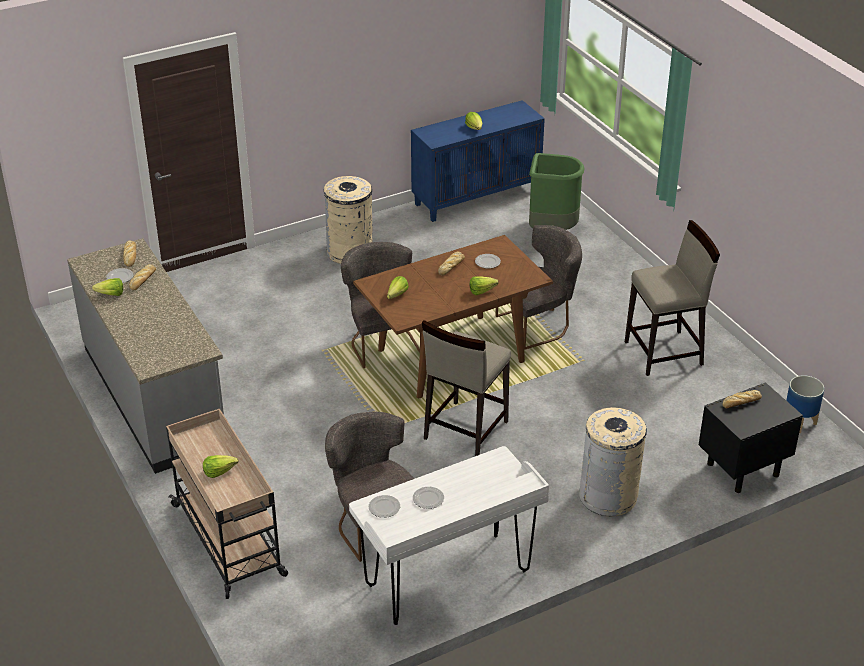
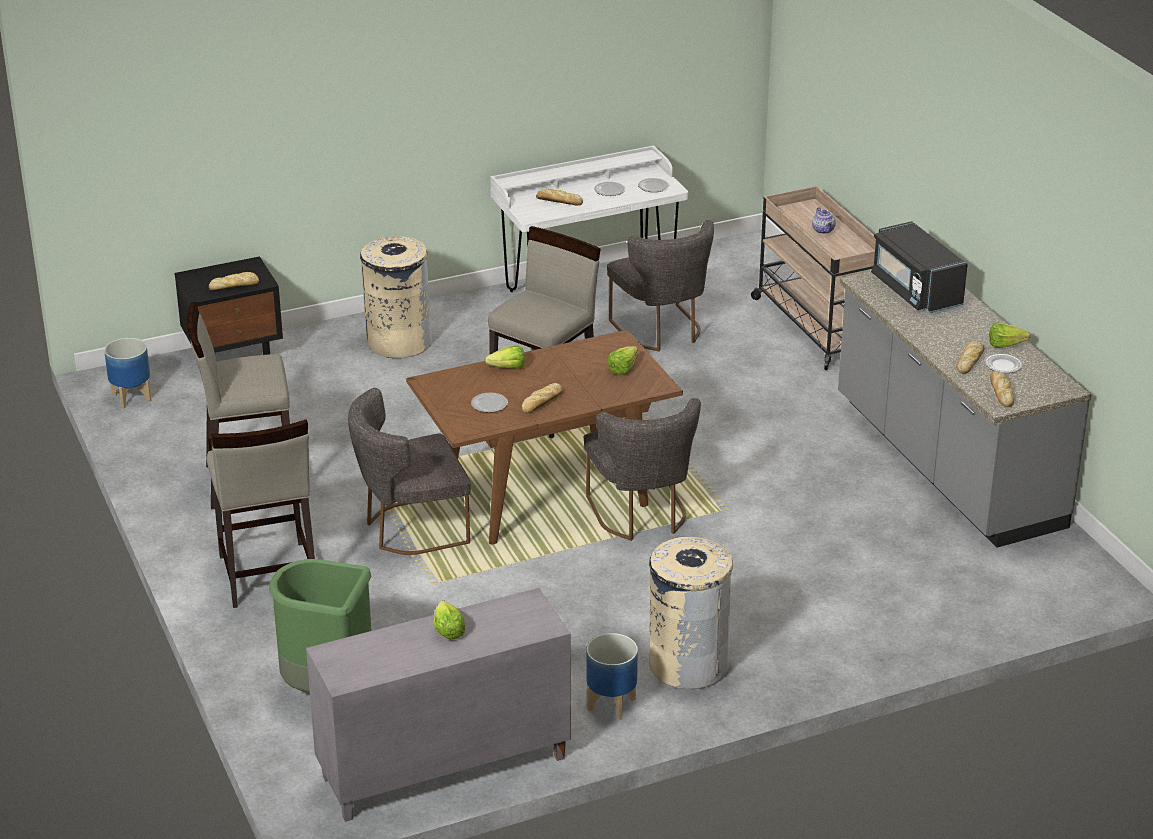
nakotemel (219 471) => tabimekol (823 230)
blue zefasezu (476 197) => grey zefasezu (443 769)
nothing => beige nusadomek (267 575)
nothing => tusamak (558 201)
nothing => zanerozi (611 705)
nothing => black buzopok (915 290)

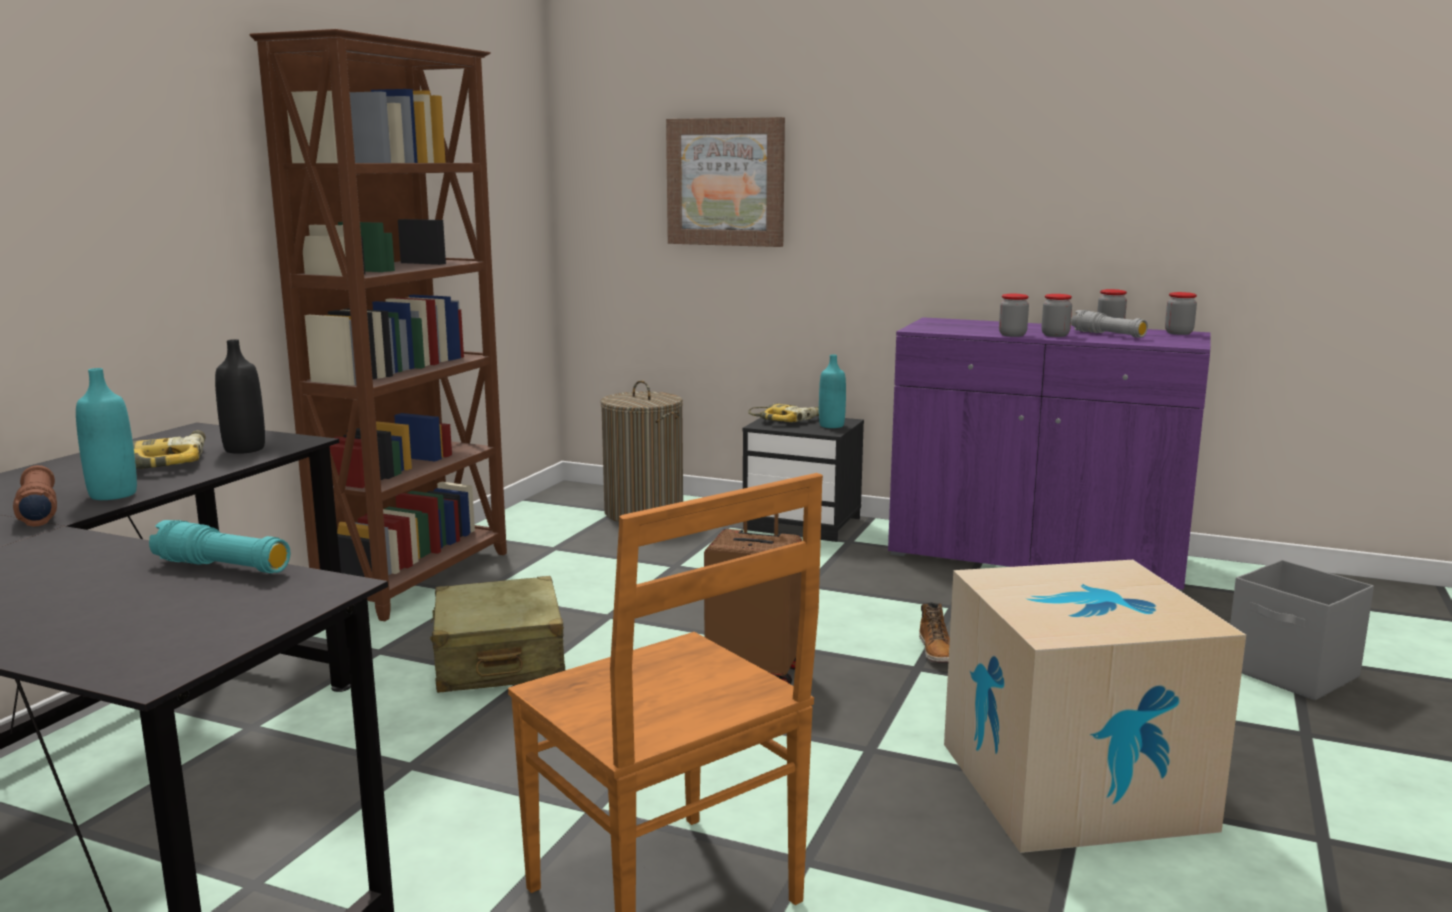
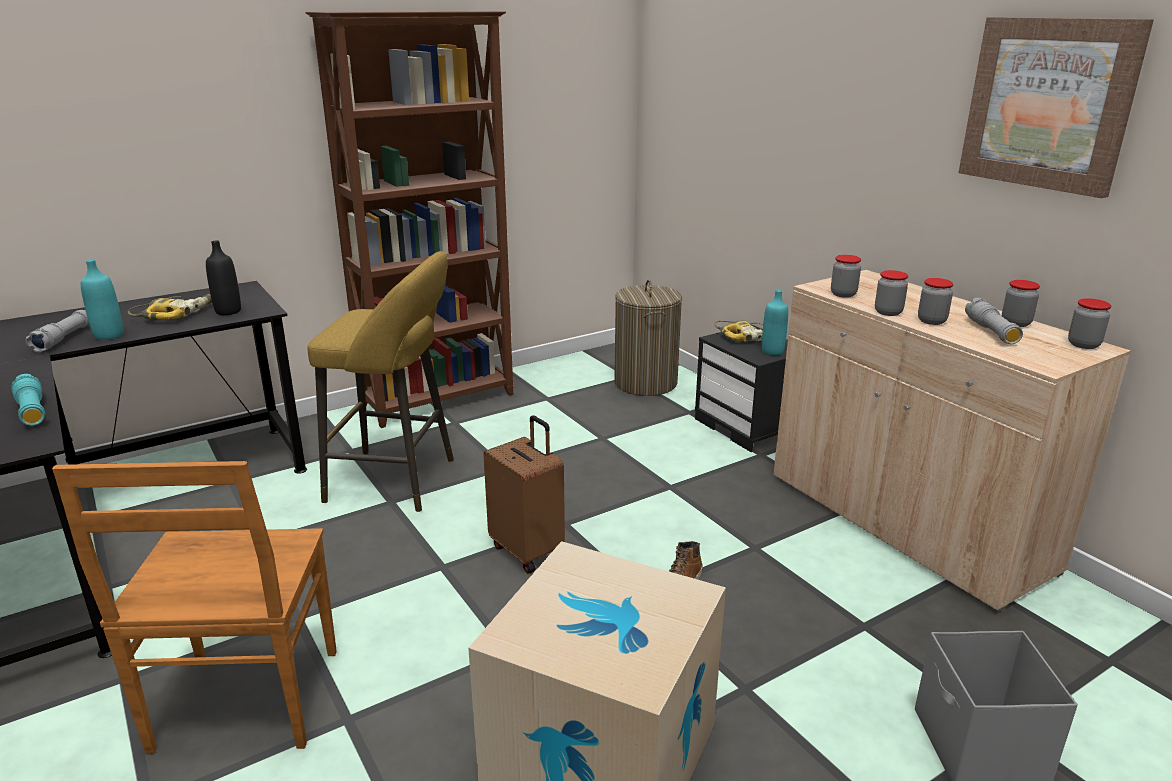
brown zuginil (39 510) => grey zuginil (63 339)
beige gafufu (499 660) => yellow nusadomek (398 481)
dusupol (726 182) => dusupol (1049 104), relocated
purple zefasezu (1036 557) => beige zefasezu (905 522)
nothing => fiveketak (843 294)

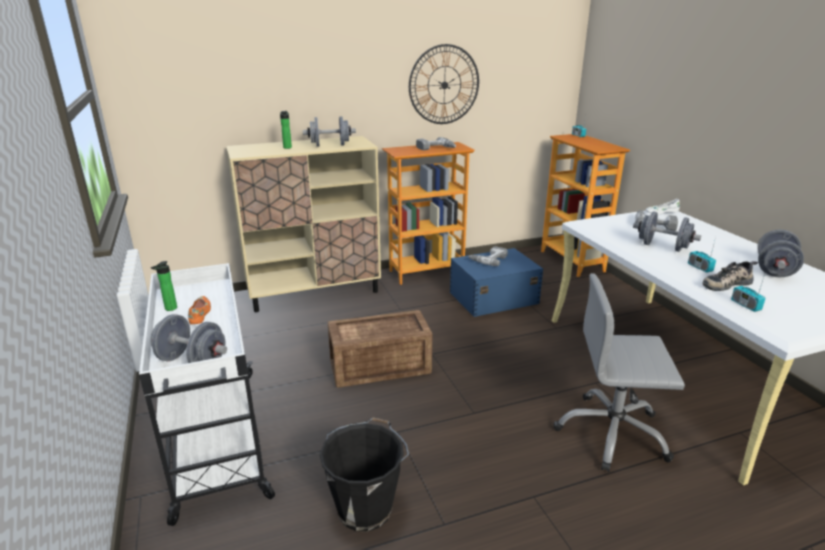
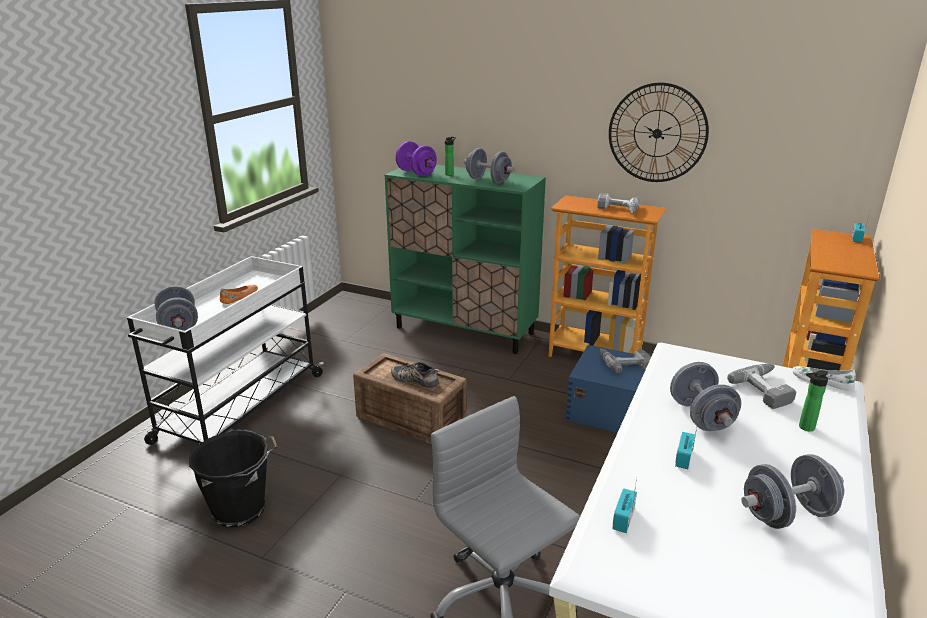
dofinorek (169 309) => dofinorek (804 427), relocated
beige zefasezu (314 292) => green zefasezu (465 330)
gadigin (726 283) => gadigin (416 379), relocated
nothing => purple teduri (416 173)

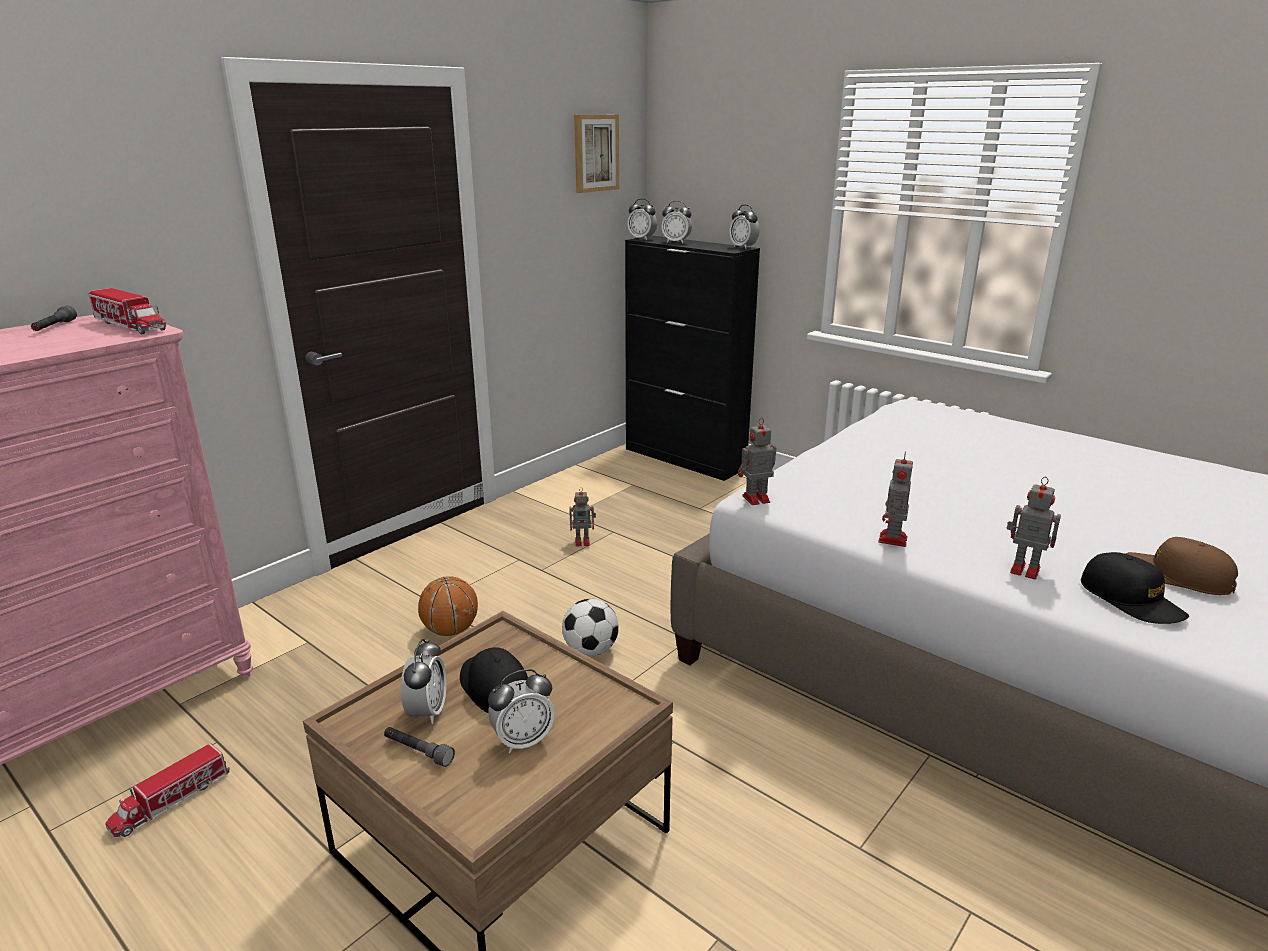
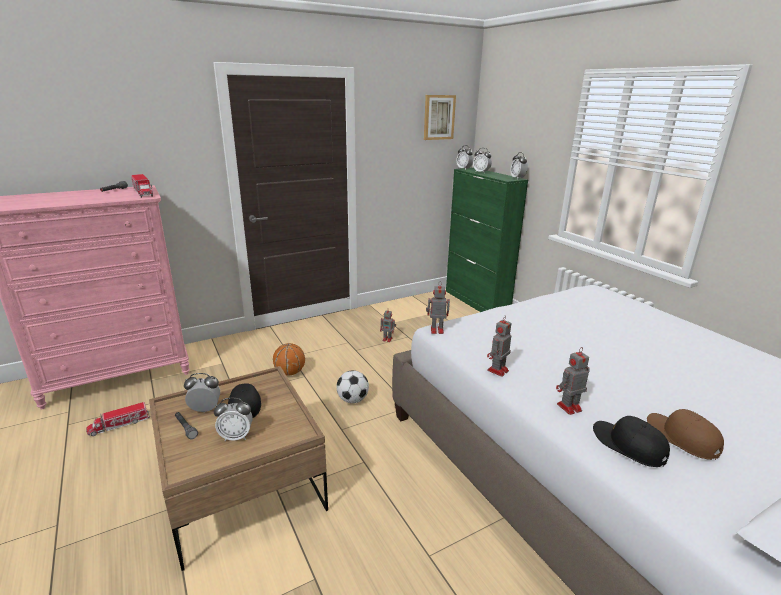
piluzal (427 712) => piluzal (205 409), 120 degrees counterclockwise
black zefasezu (685 459) => green zefasezu (476 302)
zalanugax (1023 569) => zalanugax (568 407), 75 degrees counterclockwise
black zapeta (1131 600) => black zapeta (628 445), 150 degrees clockwise

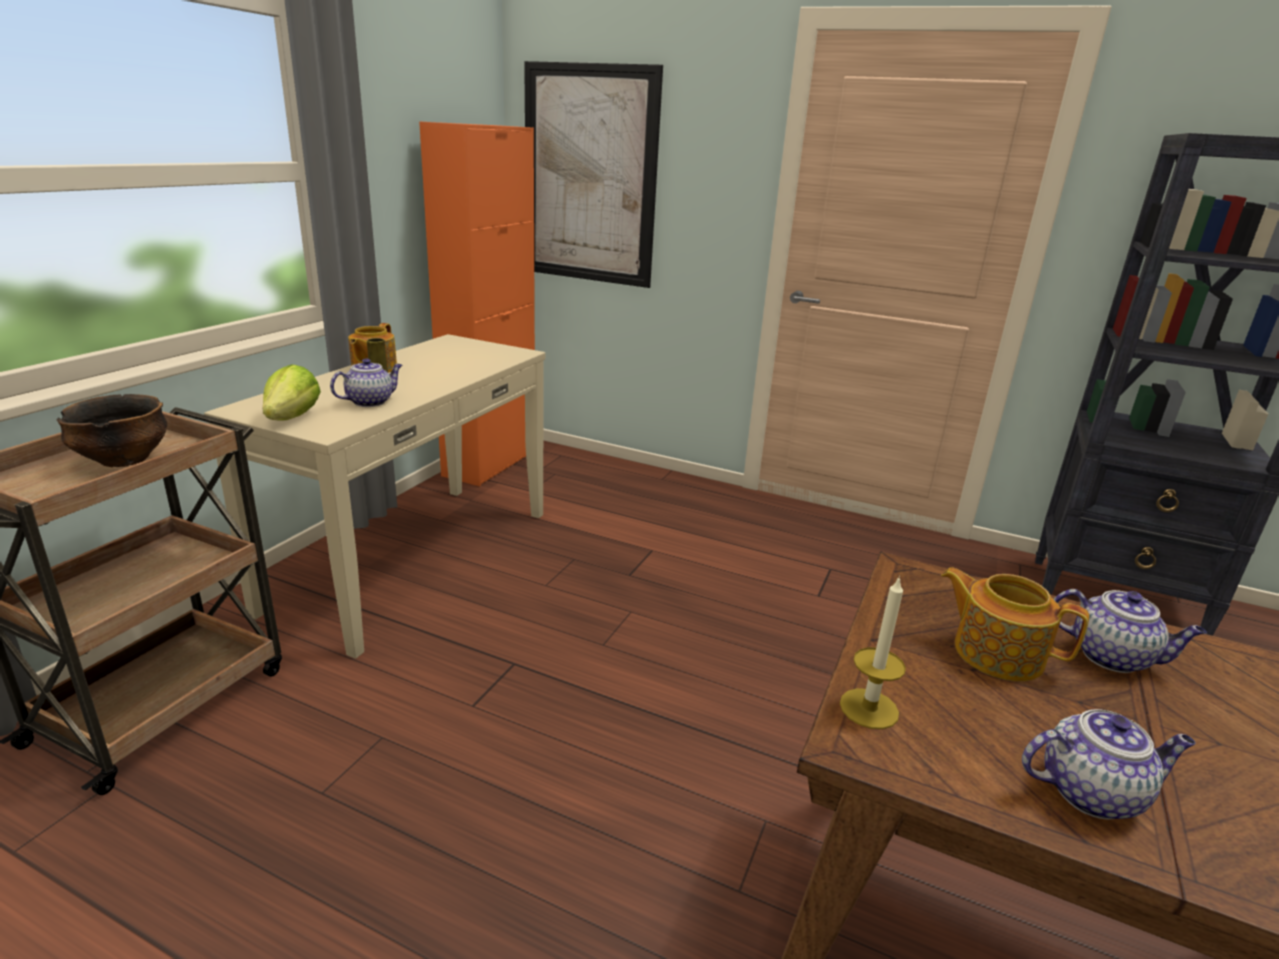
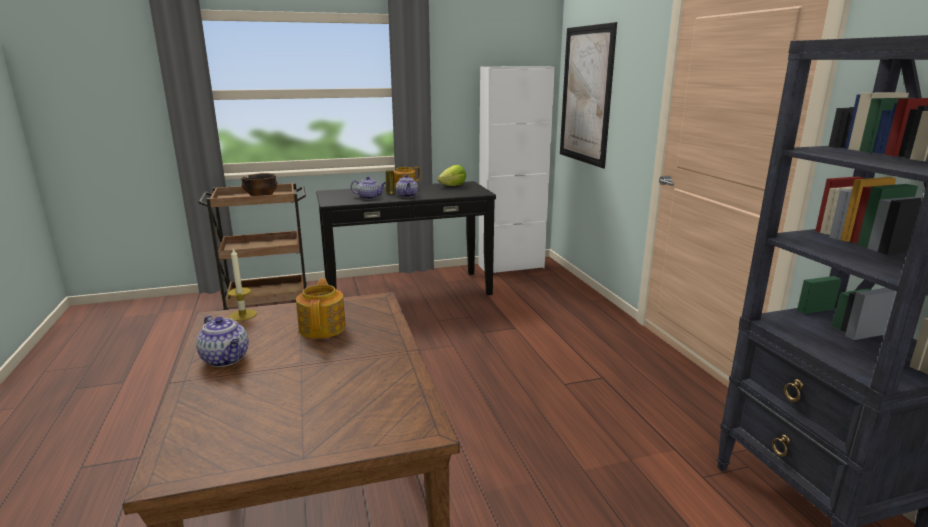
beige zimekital (413 558) => black zimekital (408 291)
nakotemel (292 418) => nakotemel (452 186), relocated
orange zefasezu (490 463) => white zefasezu (511 266)
tabimekol (1112 657) => tabimekol (407 196), relocated

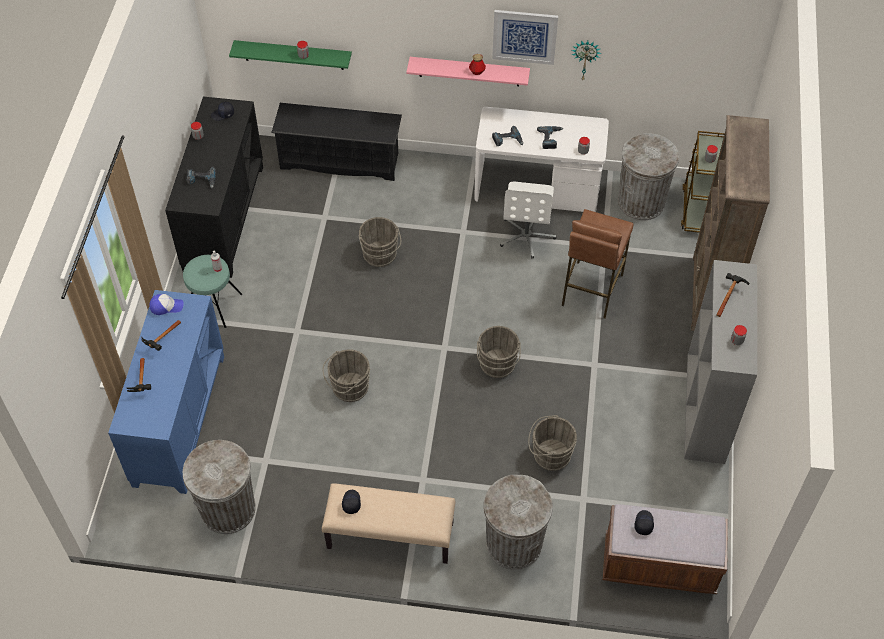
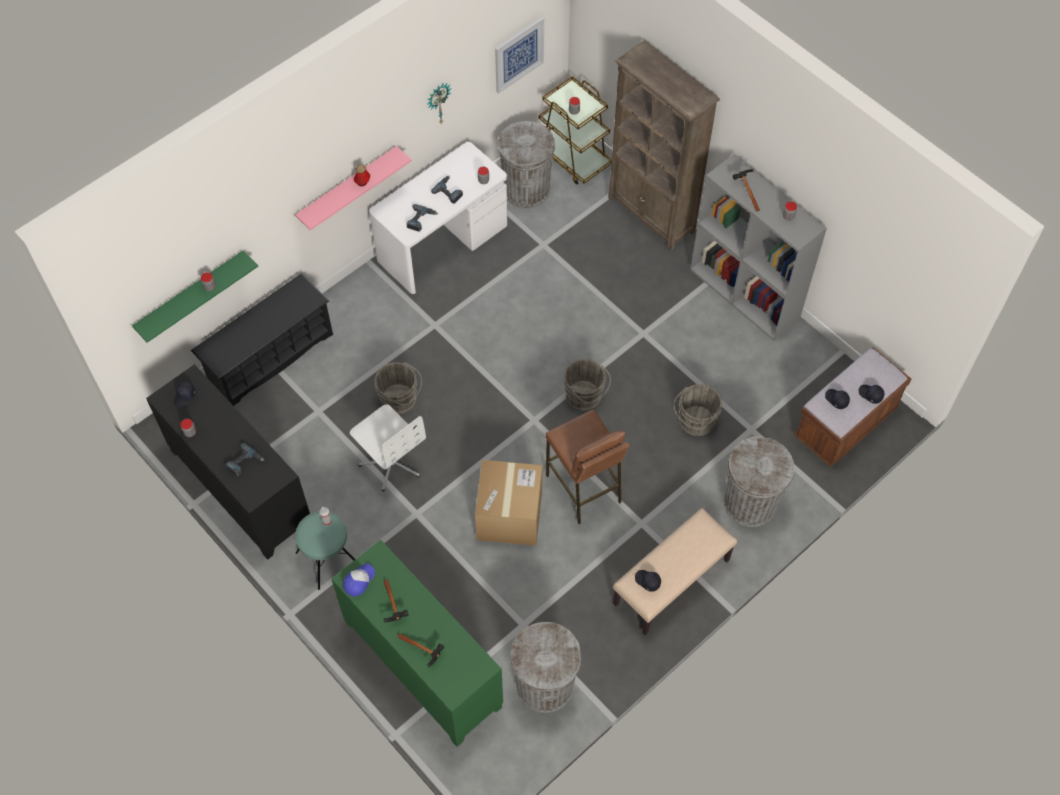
blue zefasezu (178 419) => green zefasezu (421 665)
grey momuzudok (348 388) => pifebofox (509 516)
dusupol (524 36) => dusupol (519 54), relocated
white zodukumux (526 235) => white zodukumux (391 462), relocated
brown nusadomek (591 290) => brown nusadomek (583 489), relocated
nothing => black zapeta (870 395)

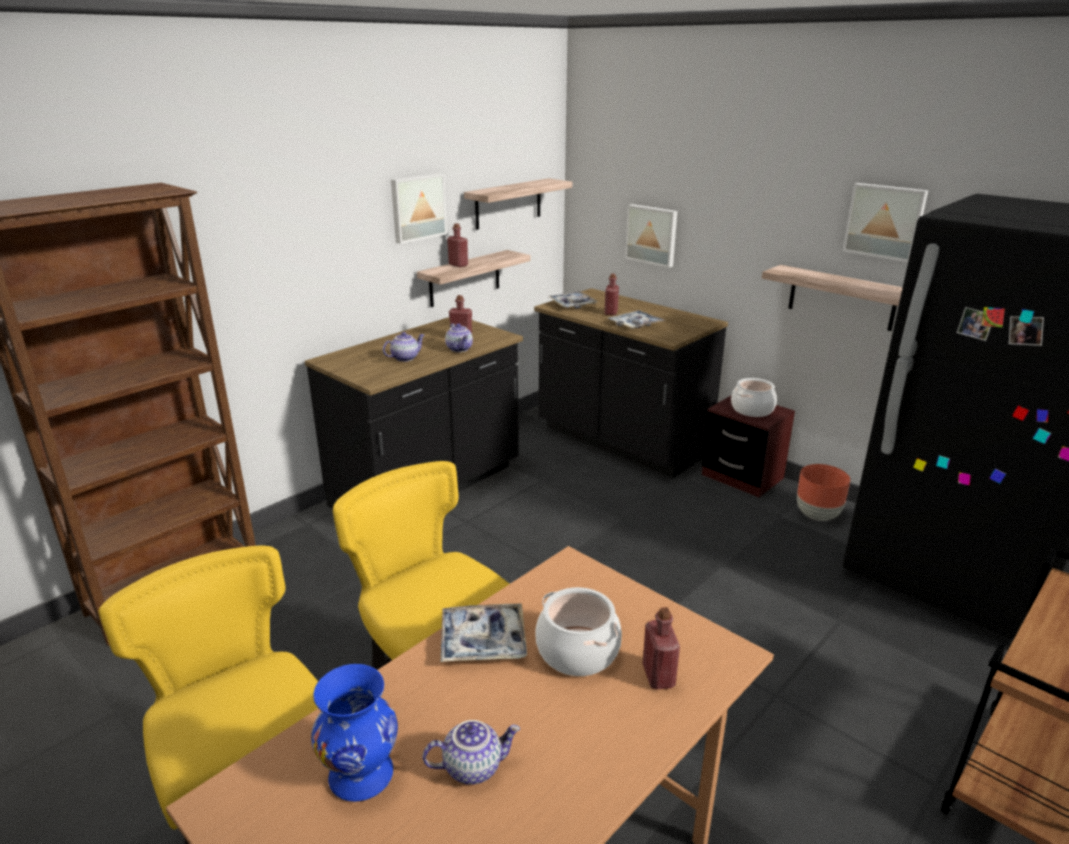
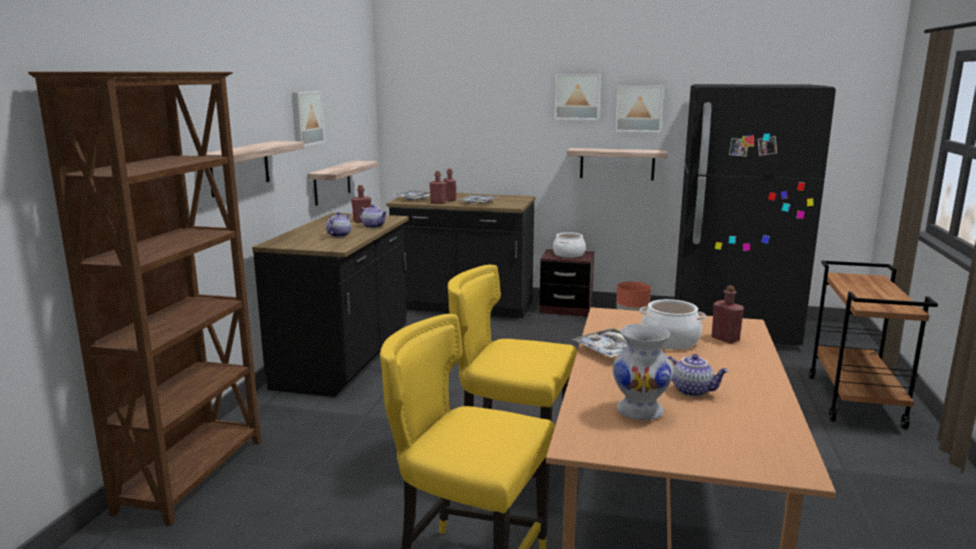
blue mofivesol (359 775) => white mofivesol (639 411)
tabimekol (473 766) => tabimekol (692 390), 75 degrees clockwise
red dofinorek (458 265) => red dofinorek (438 203), relocated
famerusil (508 203) => famerusil (239 168), relocated
dusupol (652 235) => dusupol (577 96), relocated

